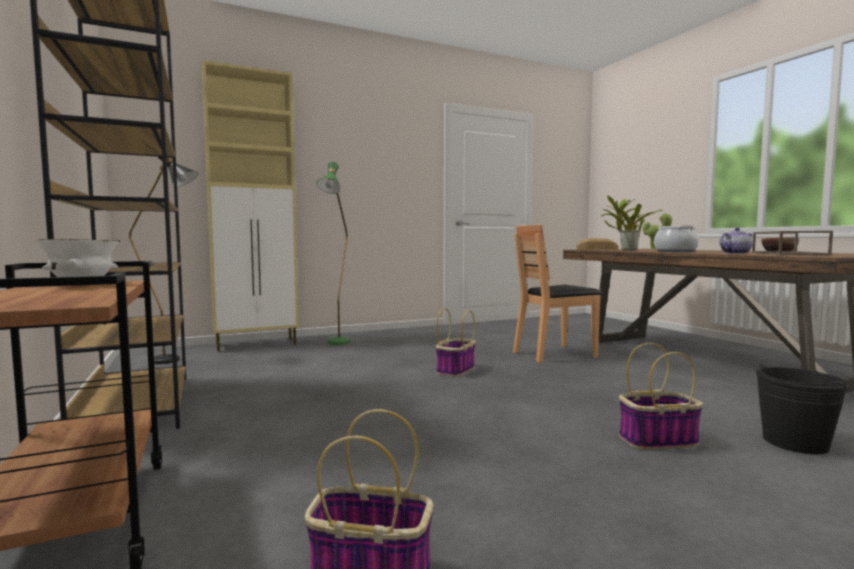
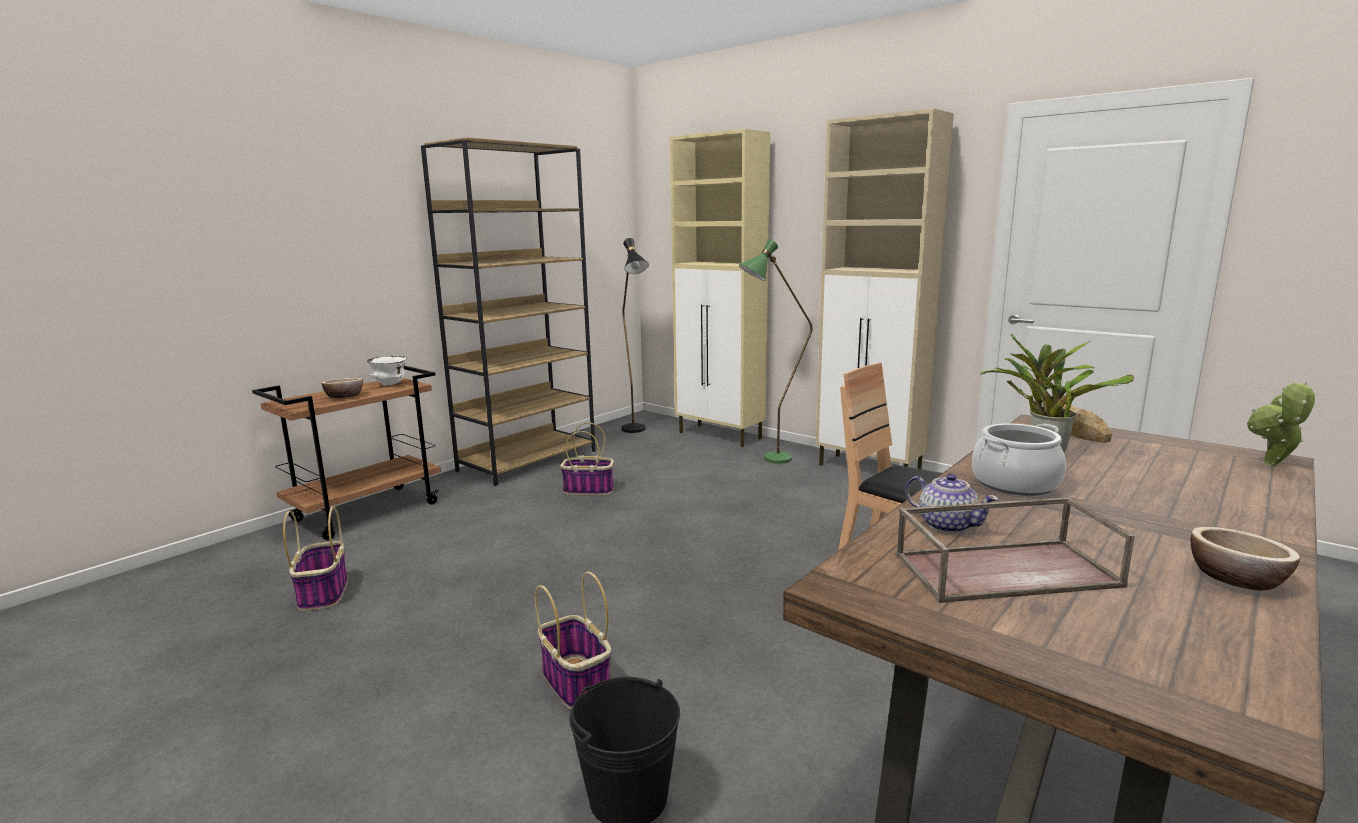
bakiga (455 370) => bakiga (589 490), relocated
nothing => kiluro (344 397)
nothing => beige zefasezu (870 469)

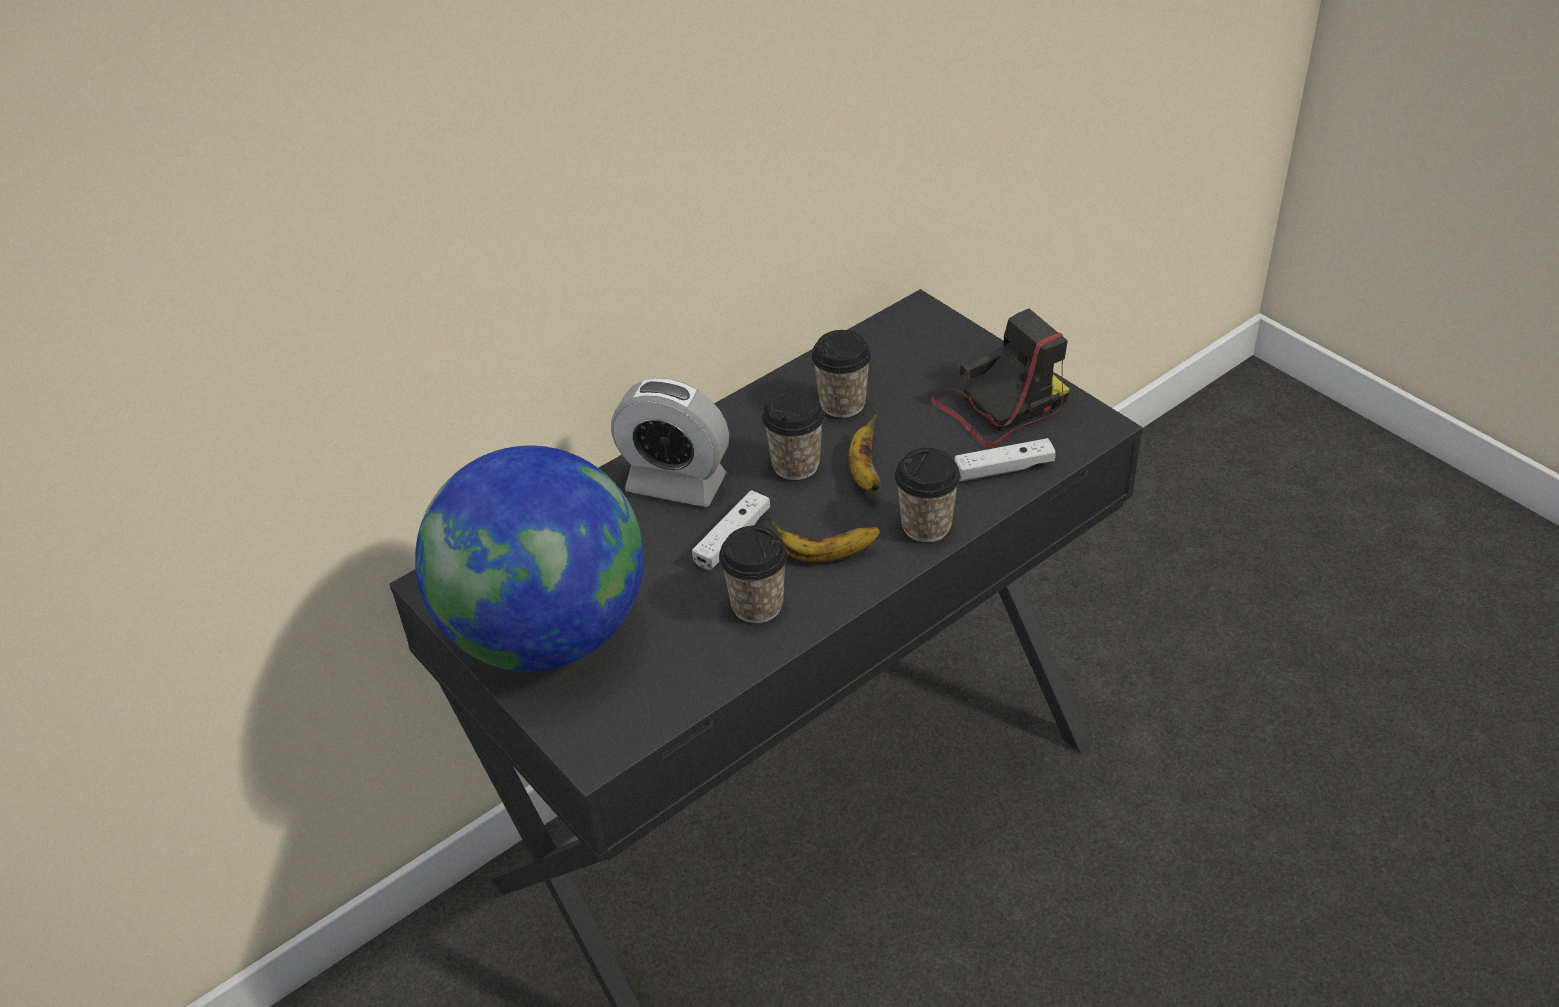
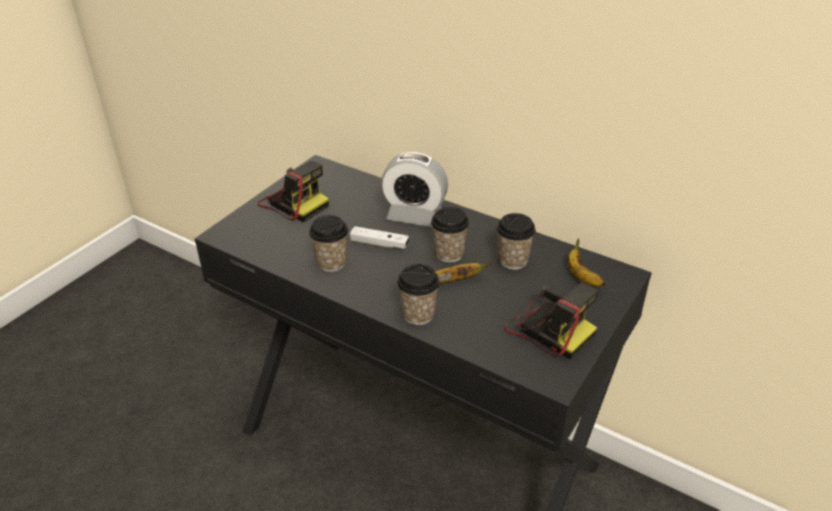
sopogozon (547 633) => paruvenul (294 203)
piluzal (676 484) => piluzal (414 216), 75 degrees counterclockwise
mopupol (825 555) => mopupol (581 276), relocated
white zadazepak (1004 469) => nothing

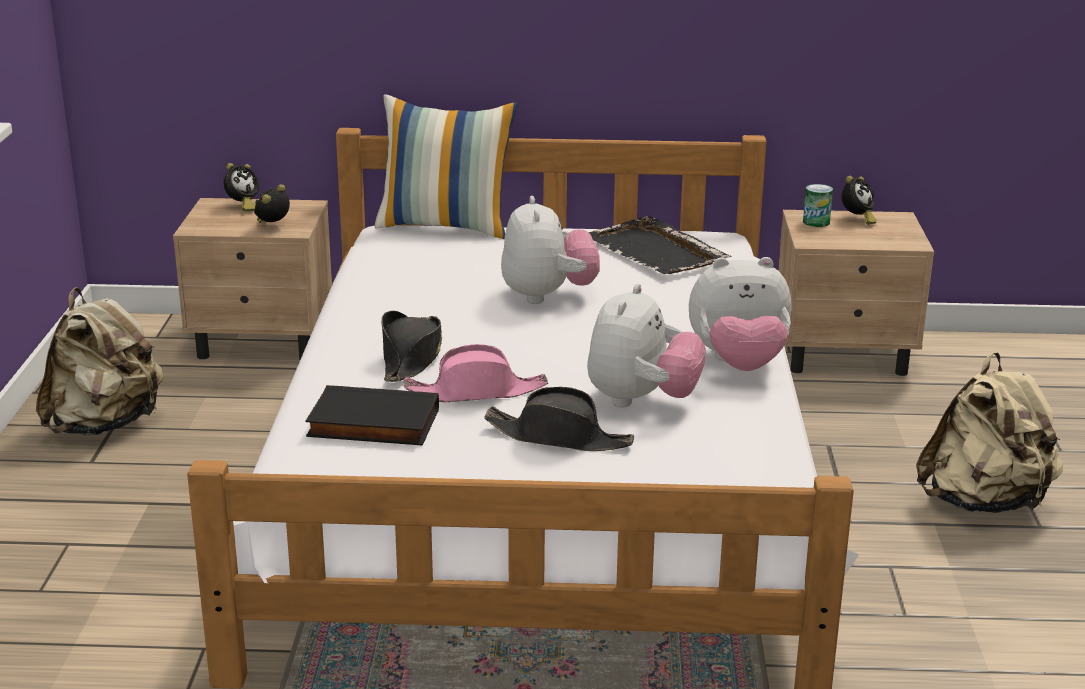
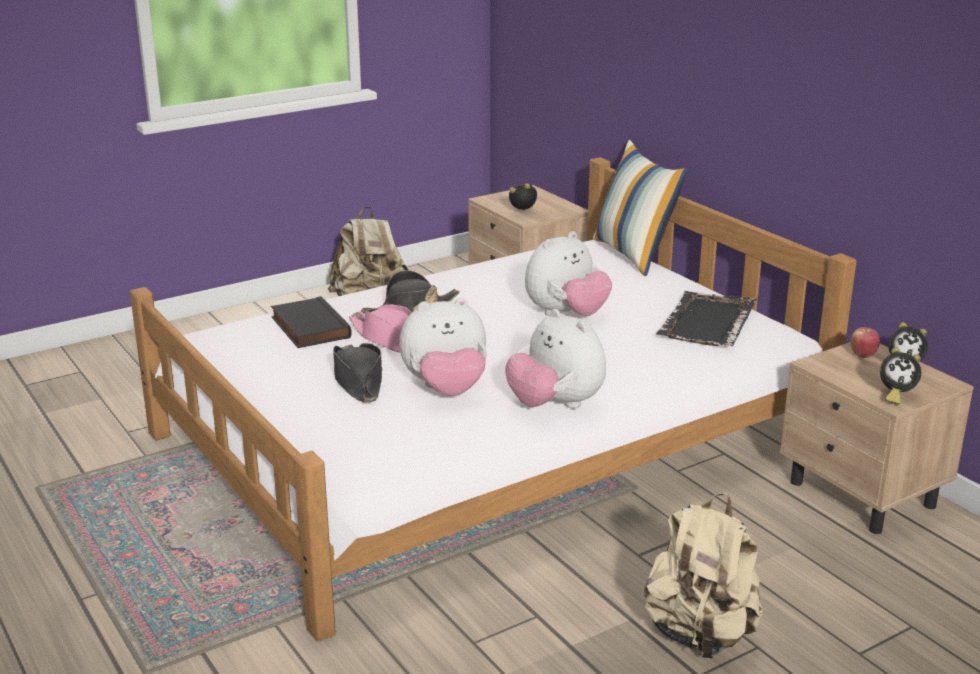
piluzal (242 206) => piluzal (895 395), relocated
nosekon (816 222) => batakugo (863 355)

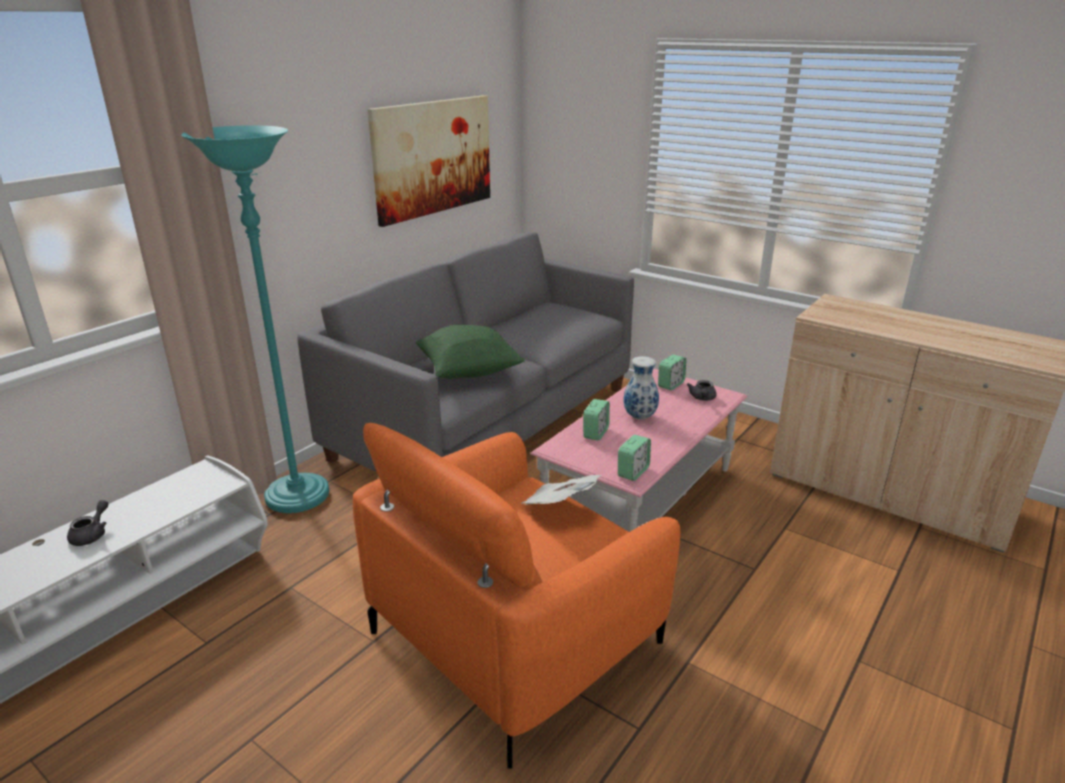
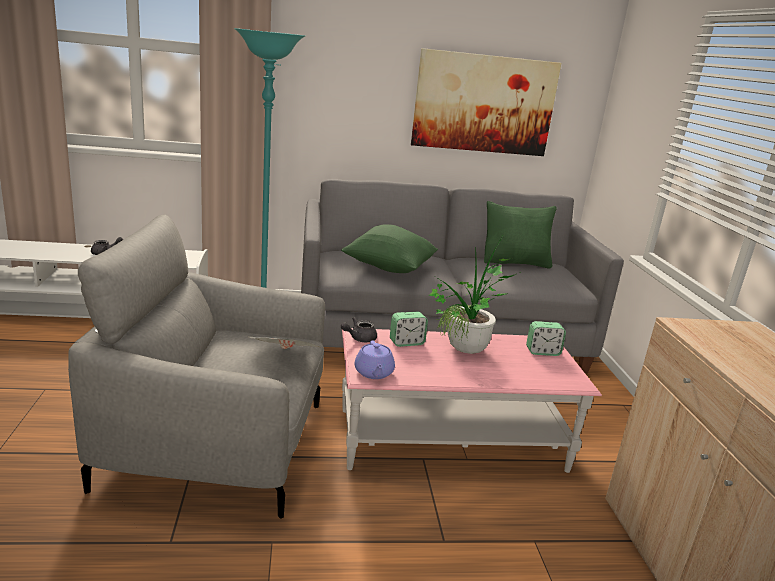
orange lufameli (516 636) => grey lufameli (217 444)
piluzal (633 472) => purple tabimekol (374 373)
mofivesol (640 417) => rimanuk (464 353)
grey tabimekol (702 398) => grey tabimekol (359 338), relocated
nothing => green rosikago (515 262)

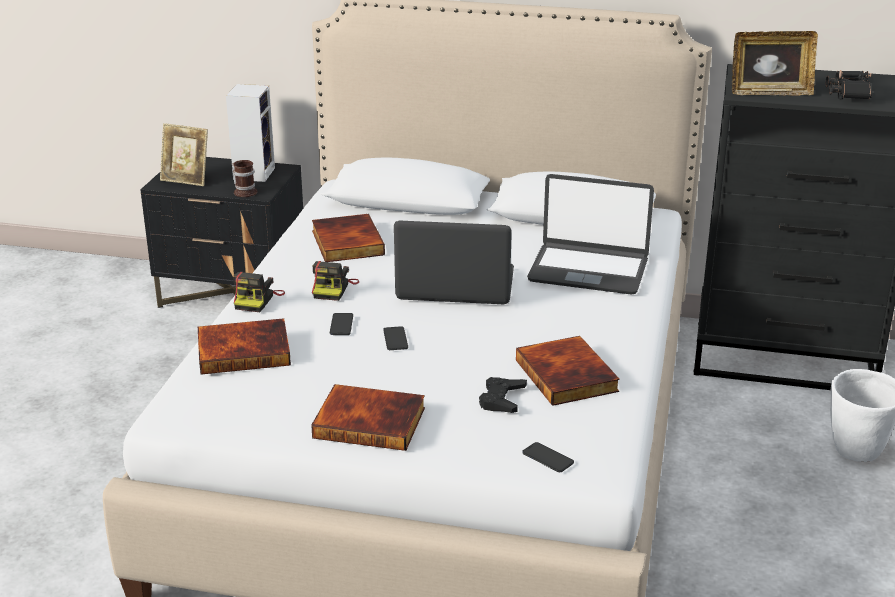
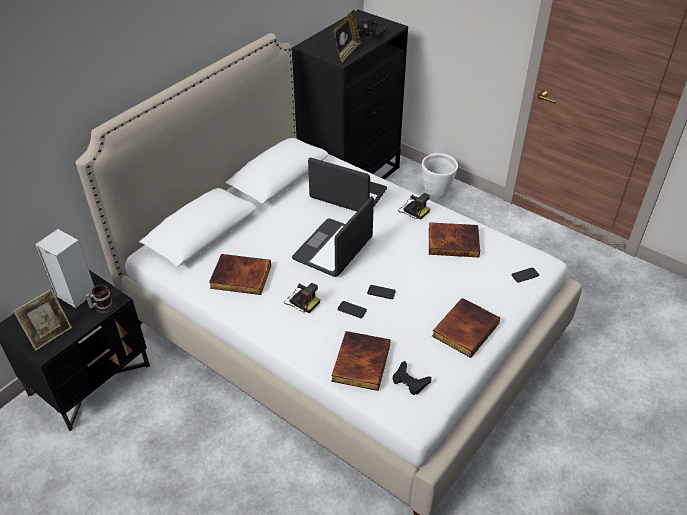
paruvenul (257 300) => paruvenul (413 210), relocated
black zadazepak (502 399) => black zadazepak (410 381), relocated
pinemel (588 270) => pinemel (348 195), 105 degrees counterclockwise

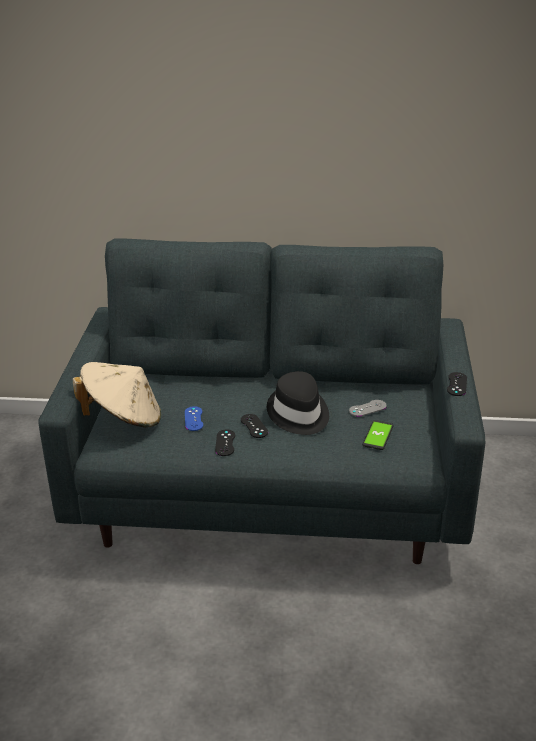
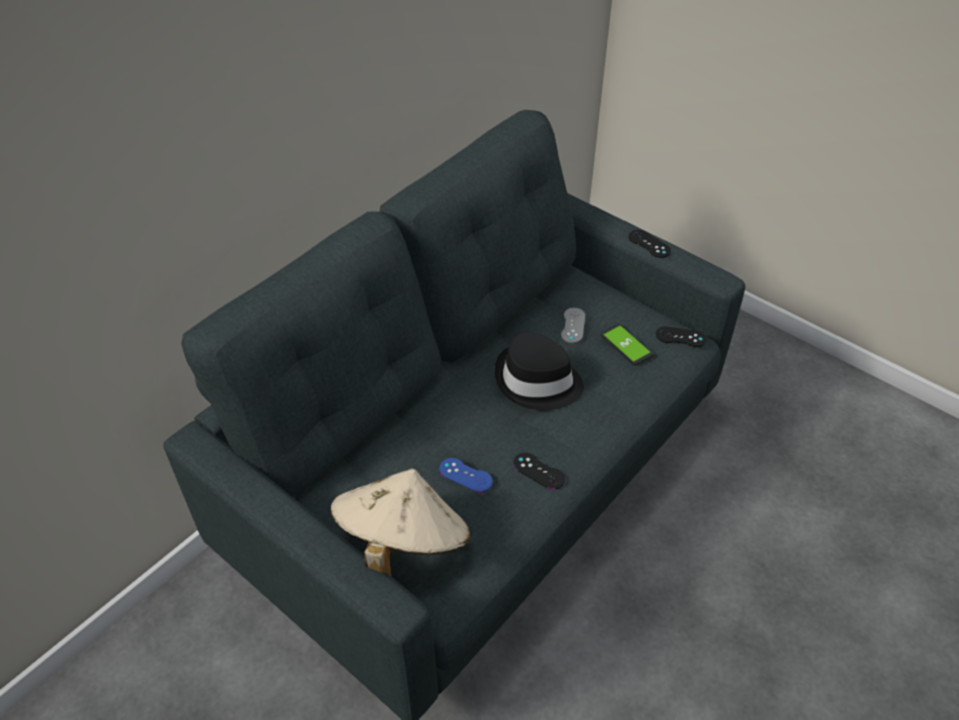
black zadazepak (254 426) => black zadazepak (680 337), relocated

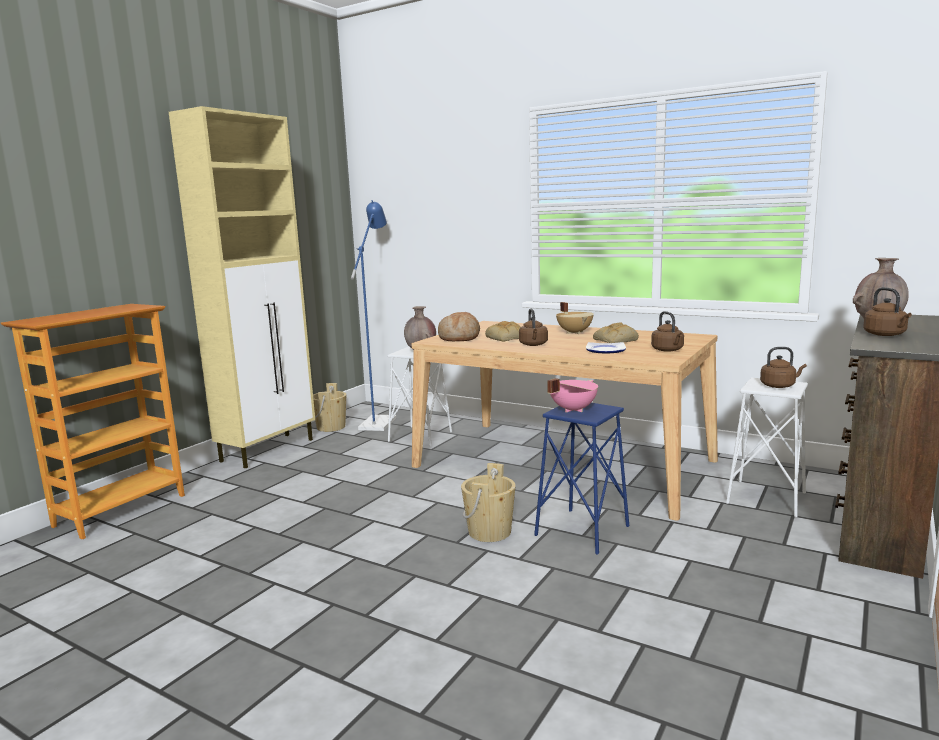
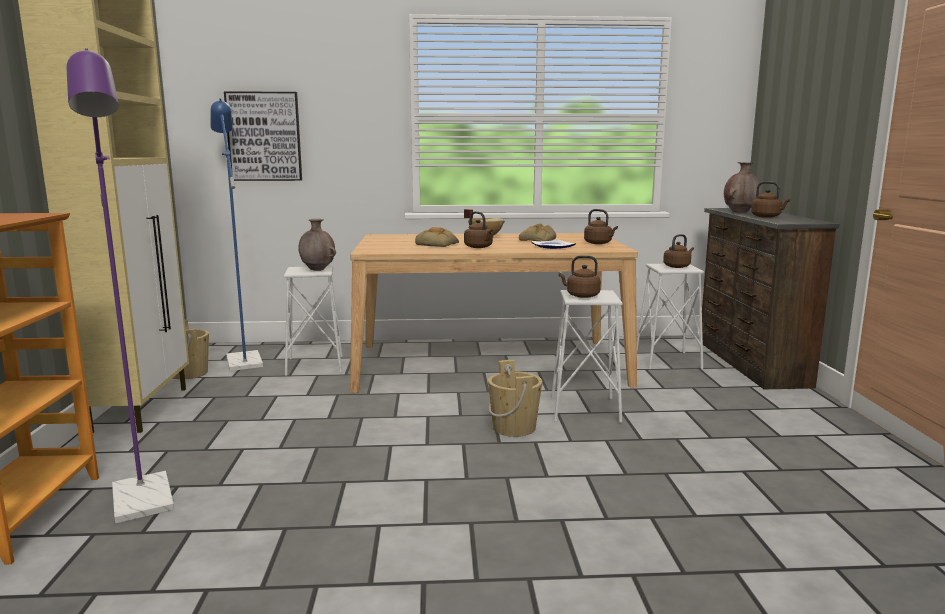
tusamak (460 338) => nothing
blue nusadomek (582 531) => white nusadomek (584 409)
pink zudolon (572 409) => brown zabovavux (581 296)
nothing => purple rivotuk (144 505)
nothing => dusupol (264 136)

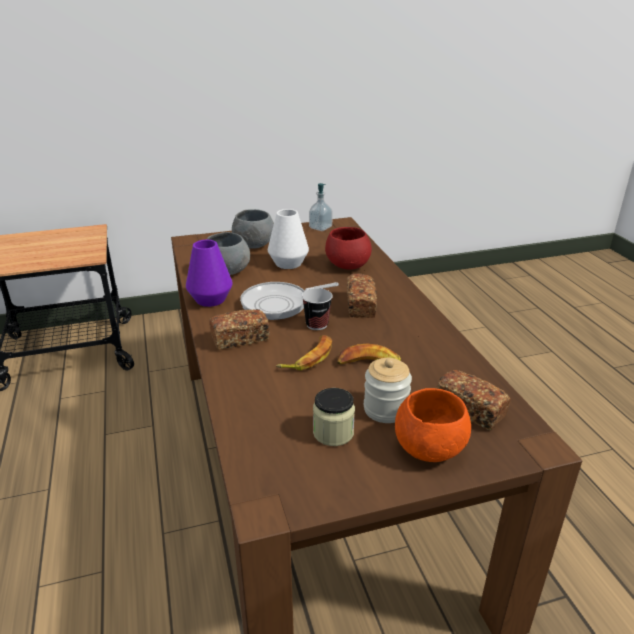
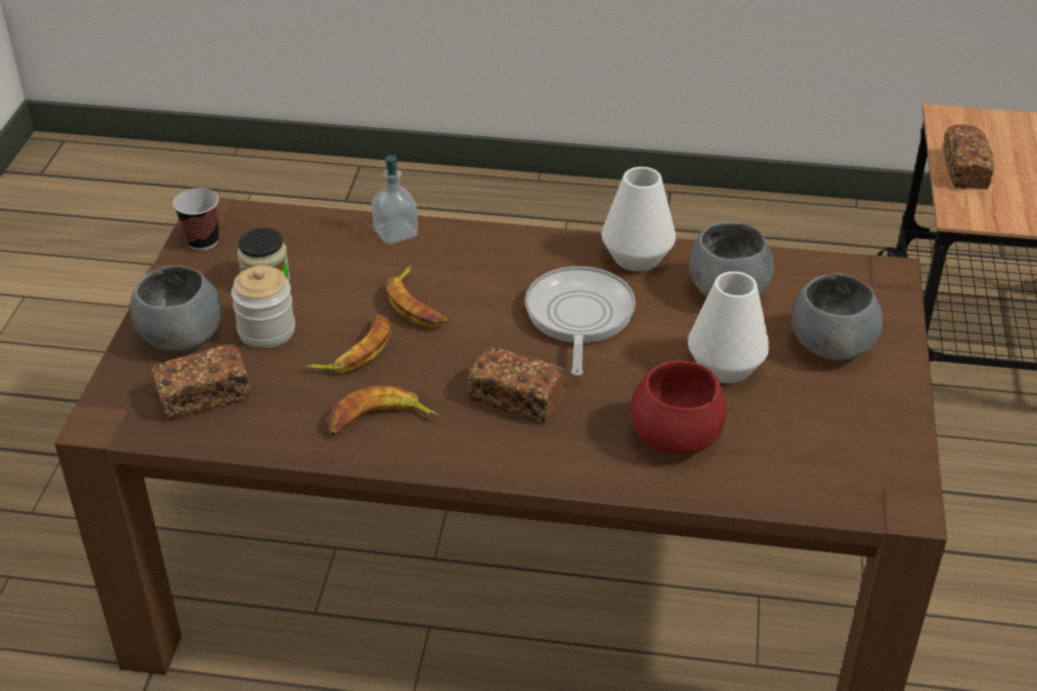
purple mofivesol (210 299) => white mofivesol (636 257)
tusamak (240 339) => tusamak (965 171), relocated
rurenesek (317 325) => rurenesek (202 241), relocated
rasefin (320 227) => rasefin (396 233), relocated
orange kiluro (428 449) => grey kiluro (181 337)
nothing => mopupol (379 421)

